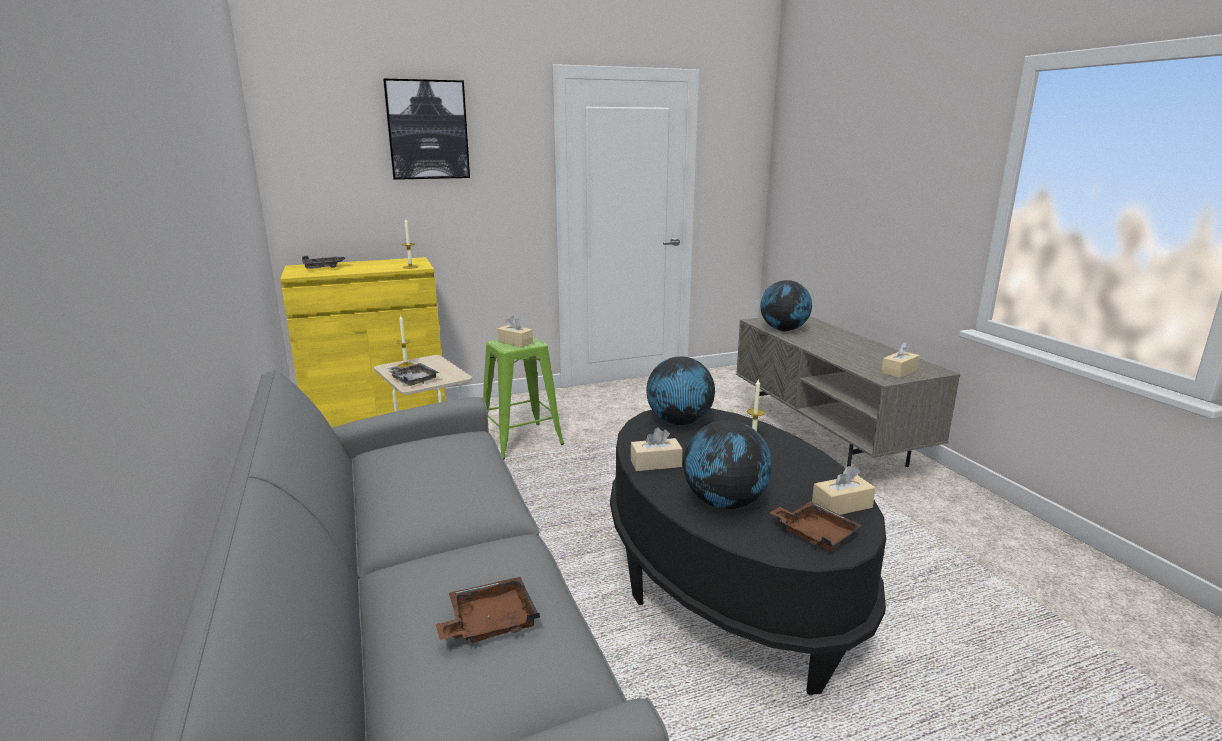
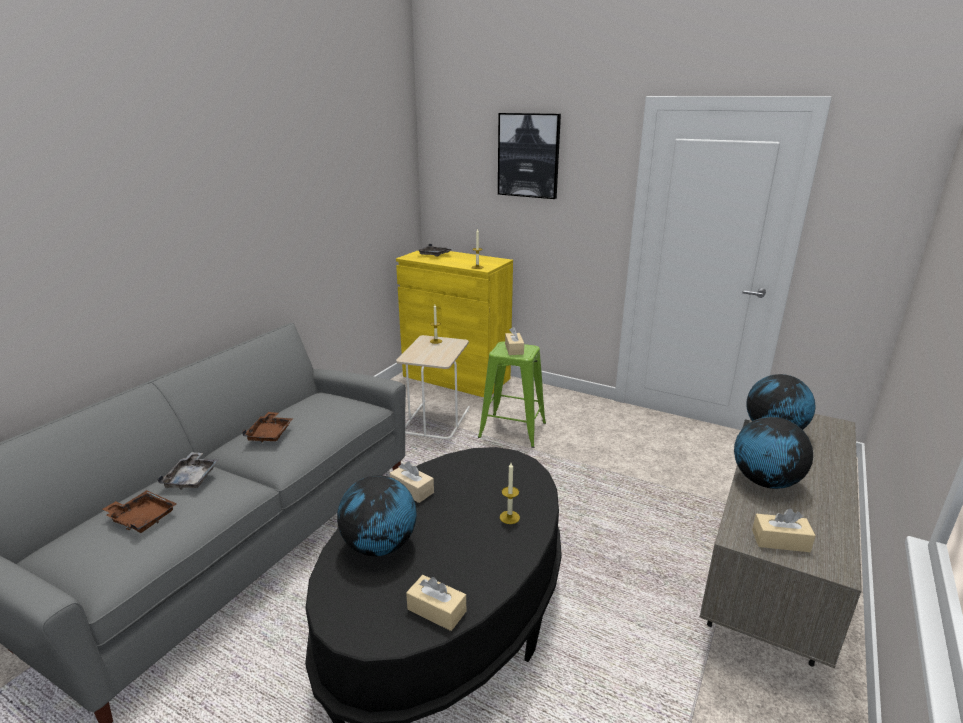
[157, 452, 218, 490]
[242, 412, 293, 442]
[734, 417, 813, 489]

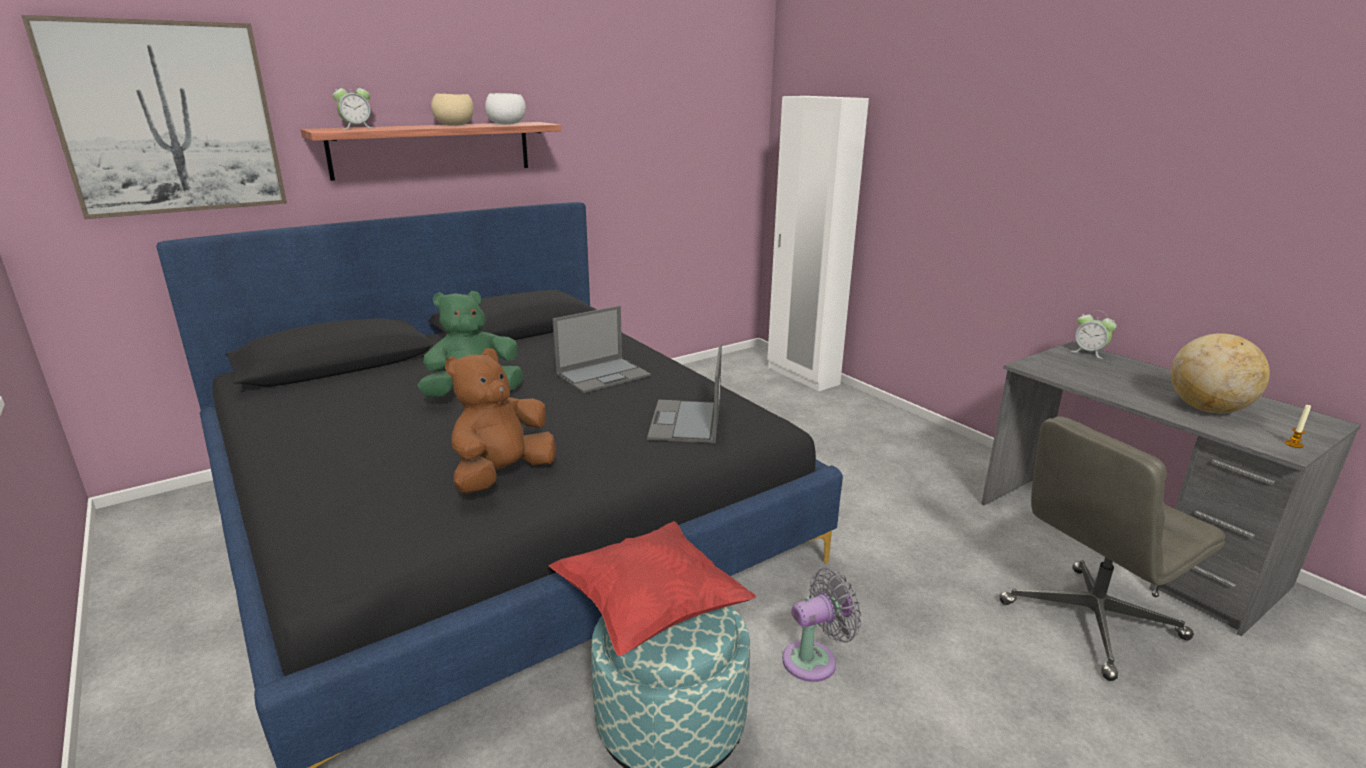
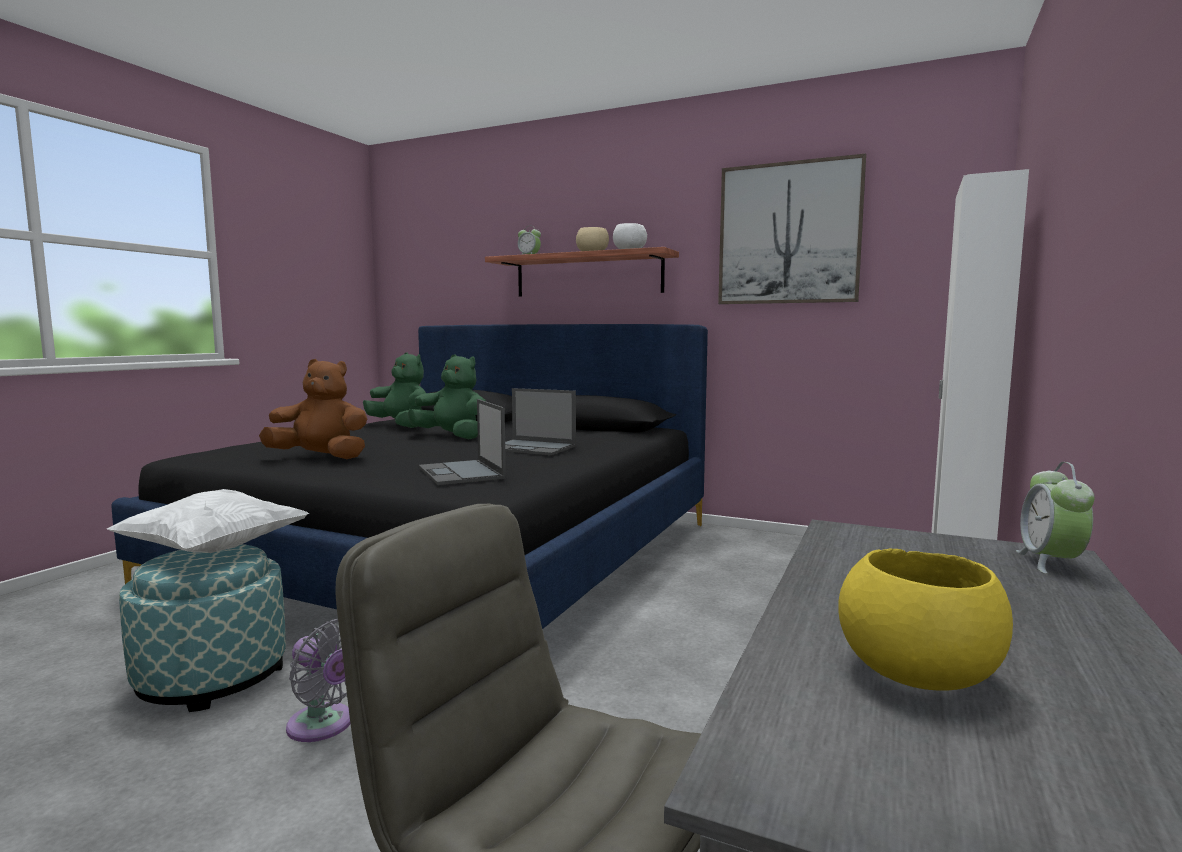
[107, 489, 309, 553]
[363, 352, 426, 428]
[419, 399, 506, 485]
[718, 153, 866, 304]
[838, 548, 1013, 691]
[1285, 405, 1311, 448] (first image)

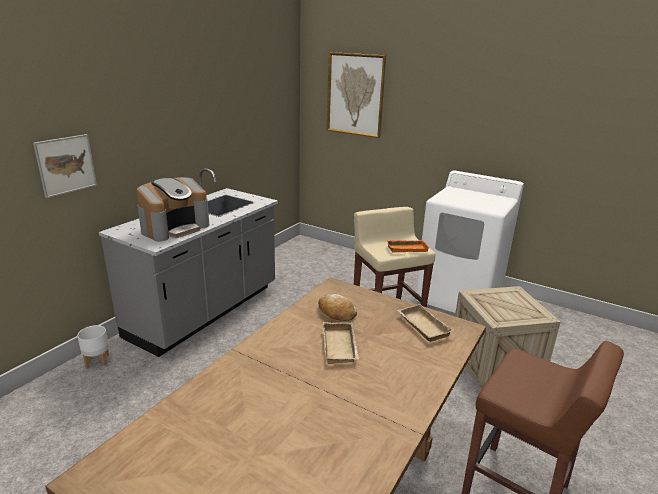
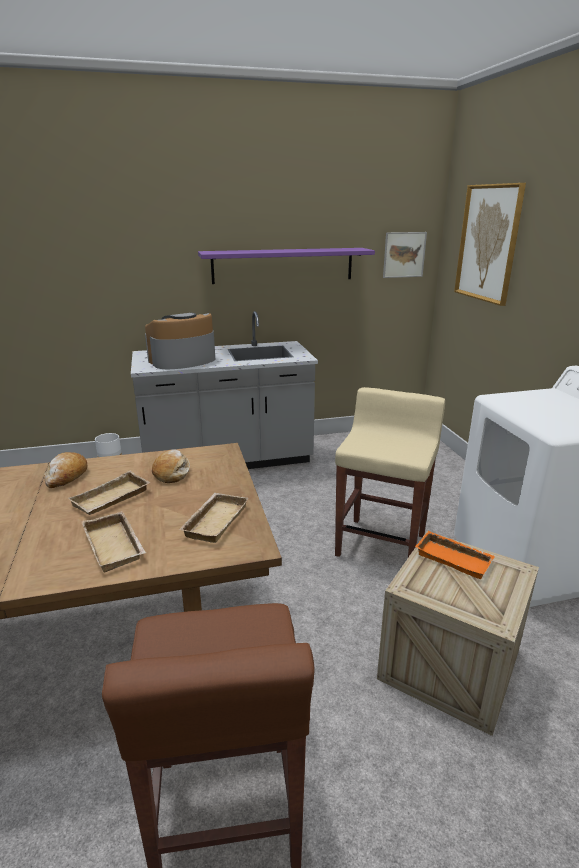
[44, 452, 87, 488]
[82, 511, 146, 573]
[145, 313, 215, 370]
[198, 248, 375, 284]
[383, 232, 427, 278]
[415, 531, 495, 579]

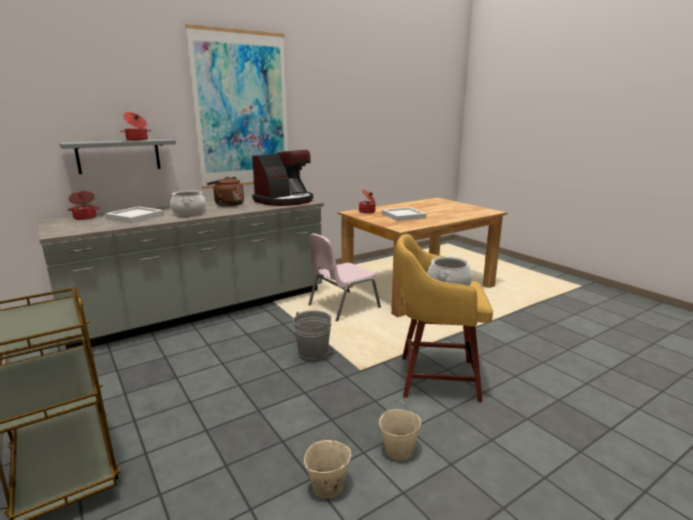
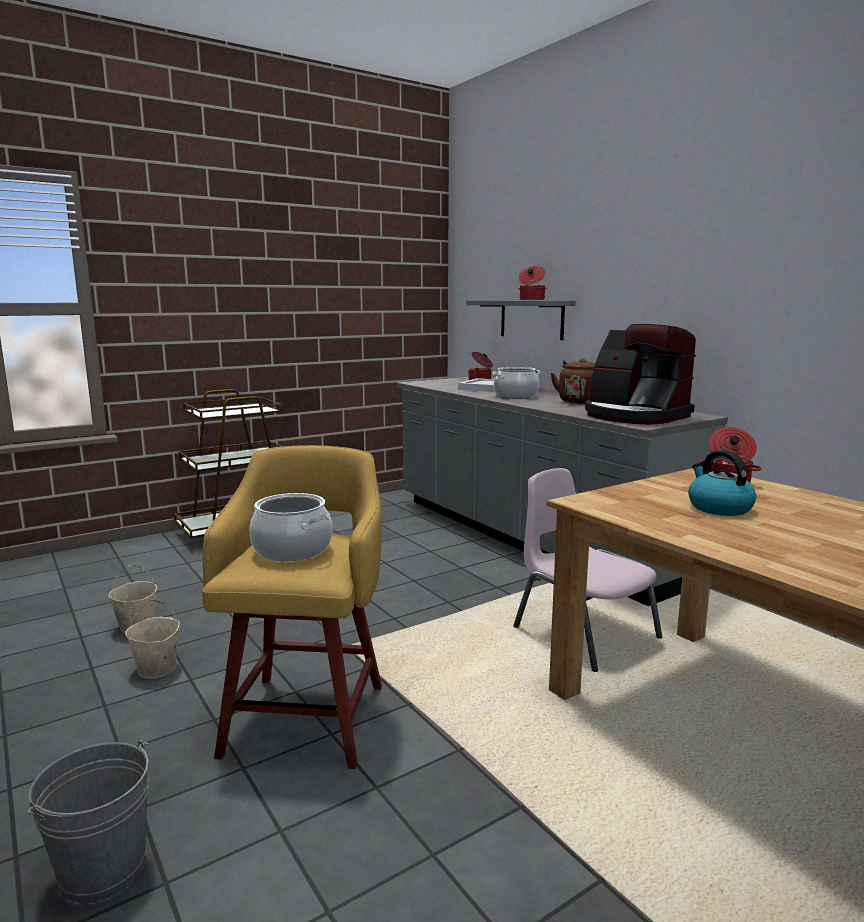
[28, 740, 150, 903]
[688, 450, 756, 516]
[186, 24, 288, 189] (first image)

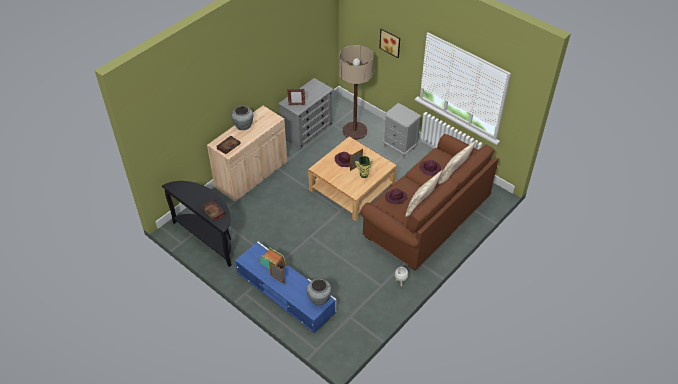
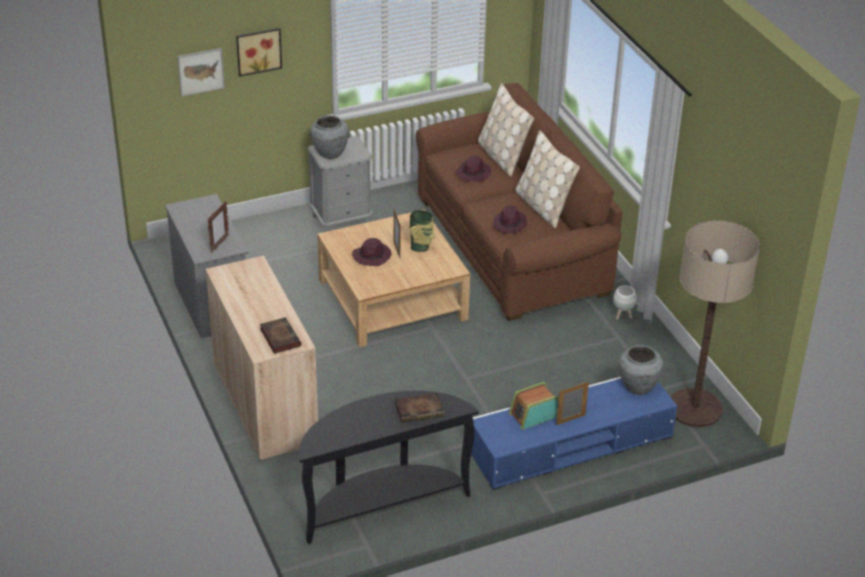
[177, 48, 225, 97]
[310, 115, 349, 159]
[671, 220, 760, 427]

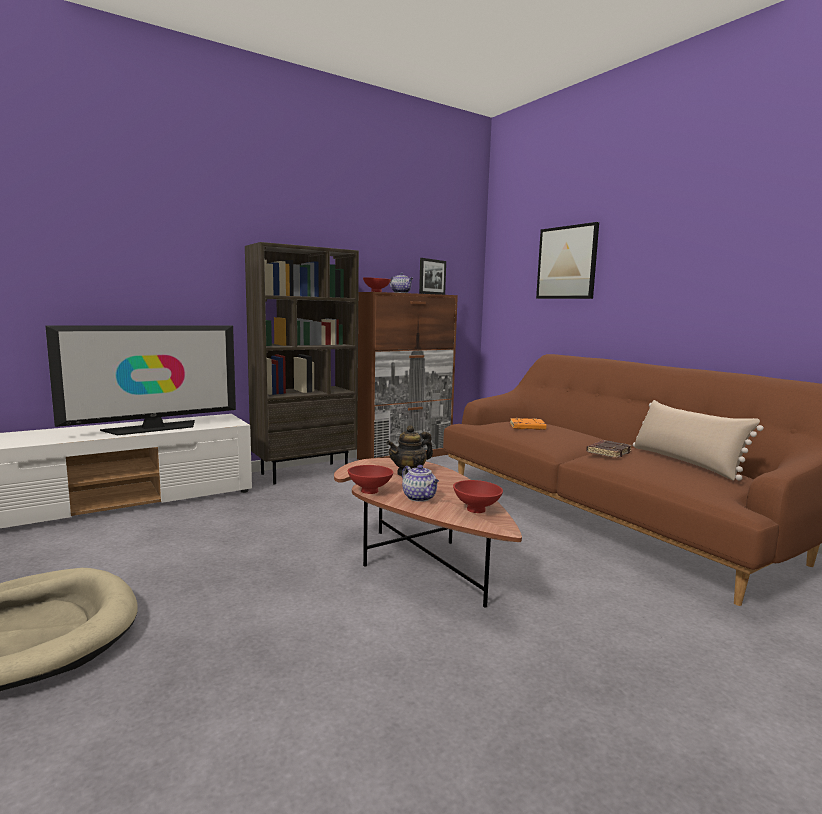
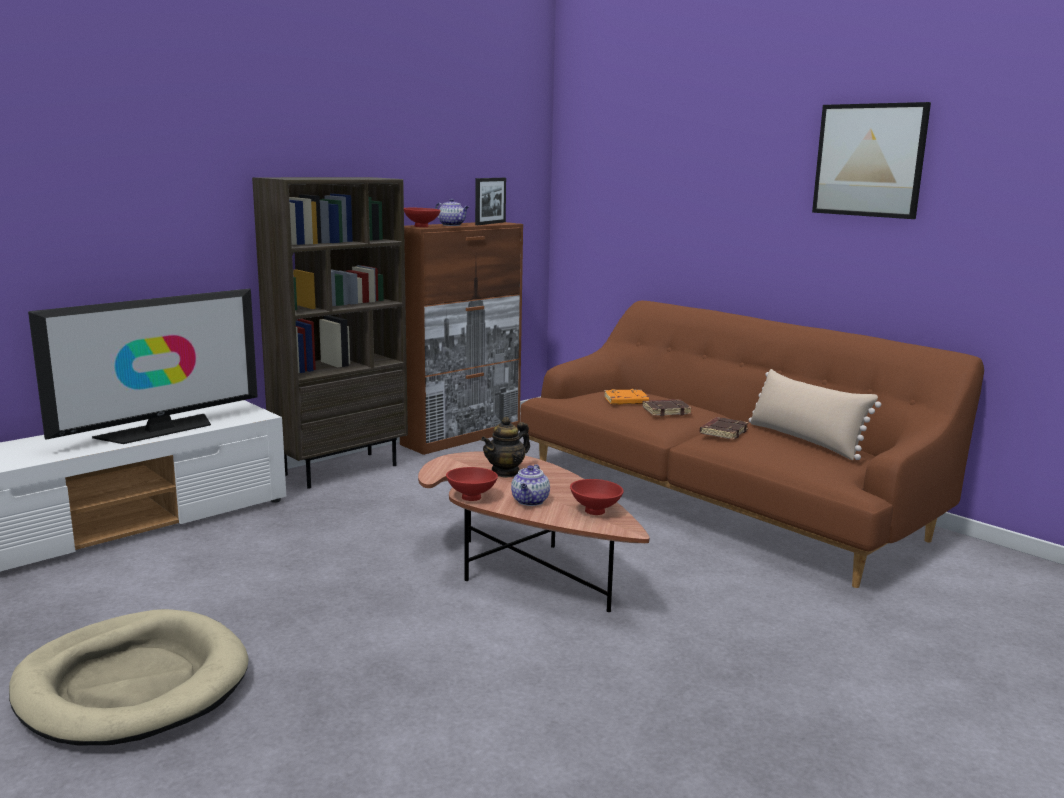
[511, 464, 550, 506]
[642, 399, 692, 416]
[812, 102, 931, 219]

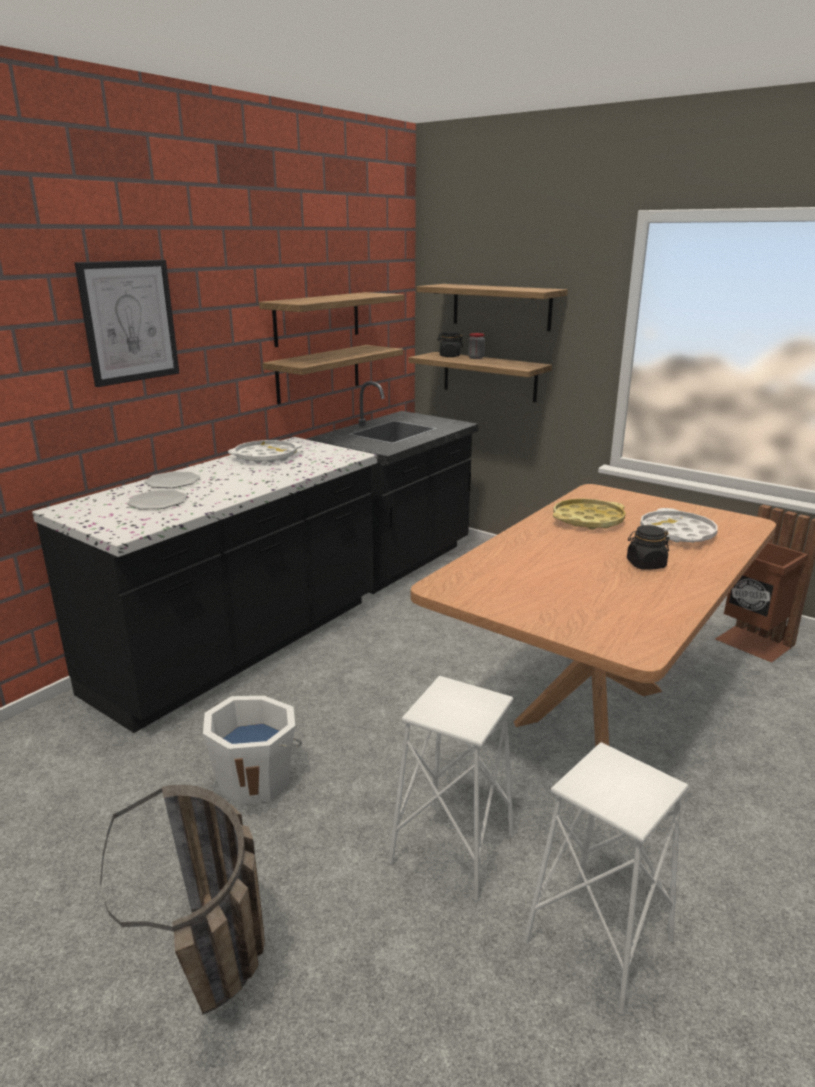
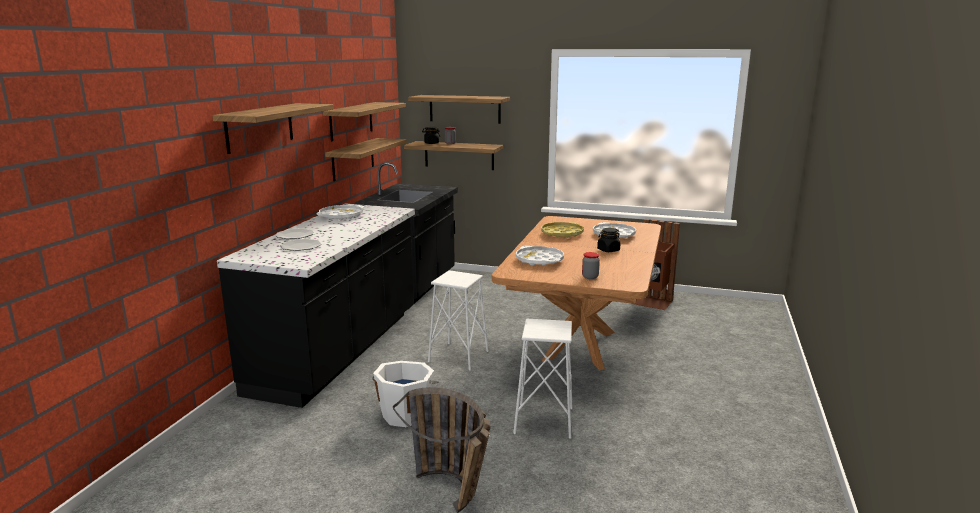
[212, 103, 334, 154]
[428, 270, 489, 371]
[516, 246, 564, 266]
[582, 252, 600, 279]

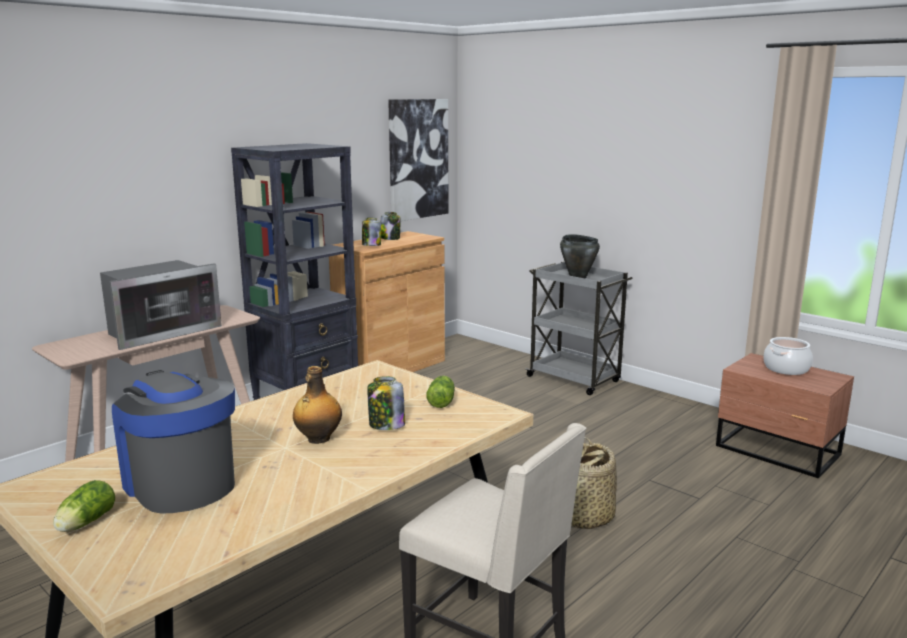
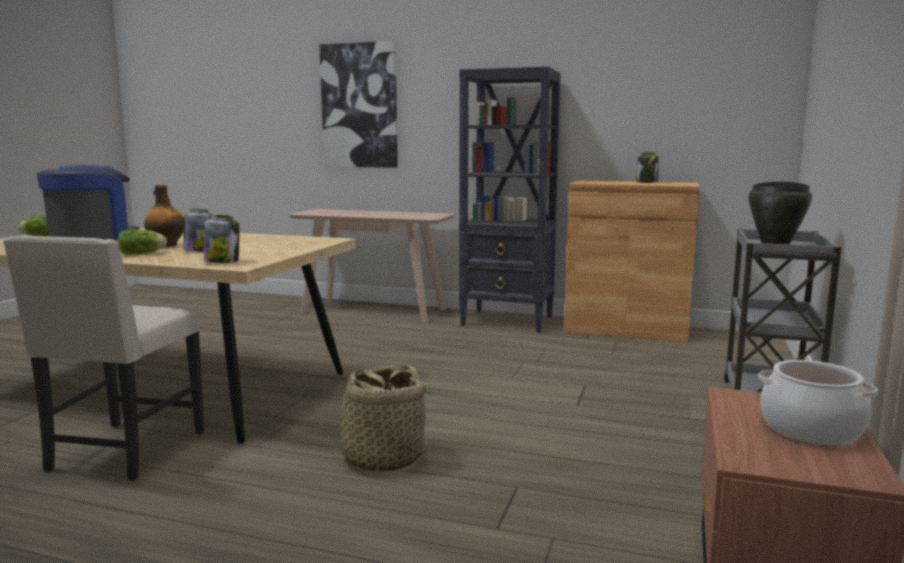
[118, 229, 167, 255]
[204, 215, 240, 263]
[319, 41, 398, 168]
[100, 260, 222, 350] (first image)

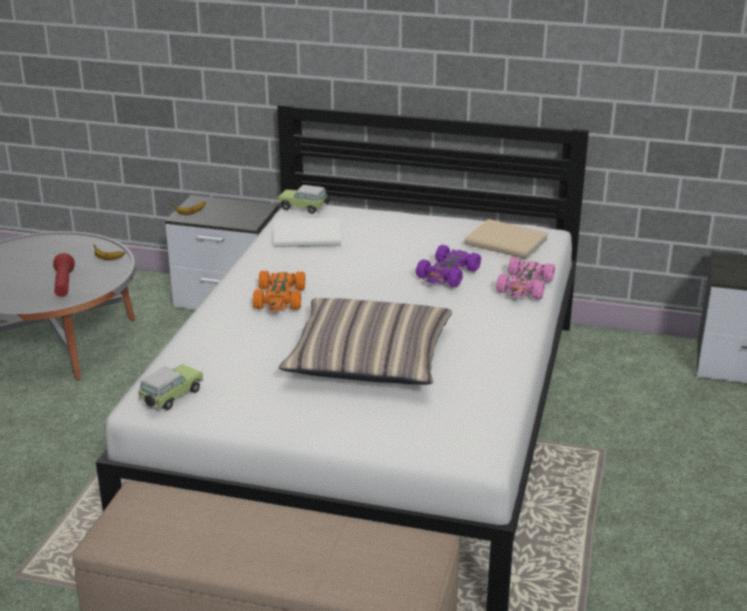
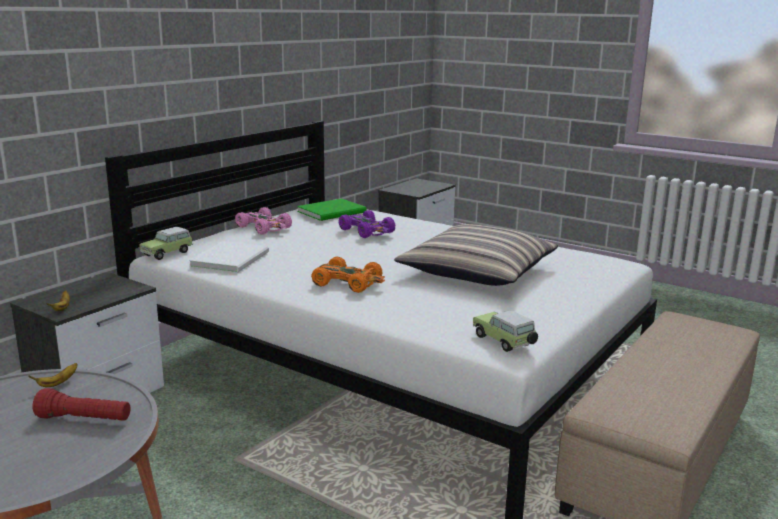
[235, 207, 292, 234]
[297, 198, 367, 221]

